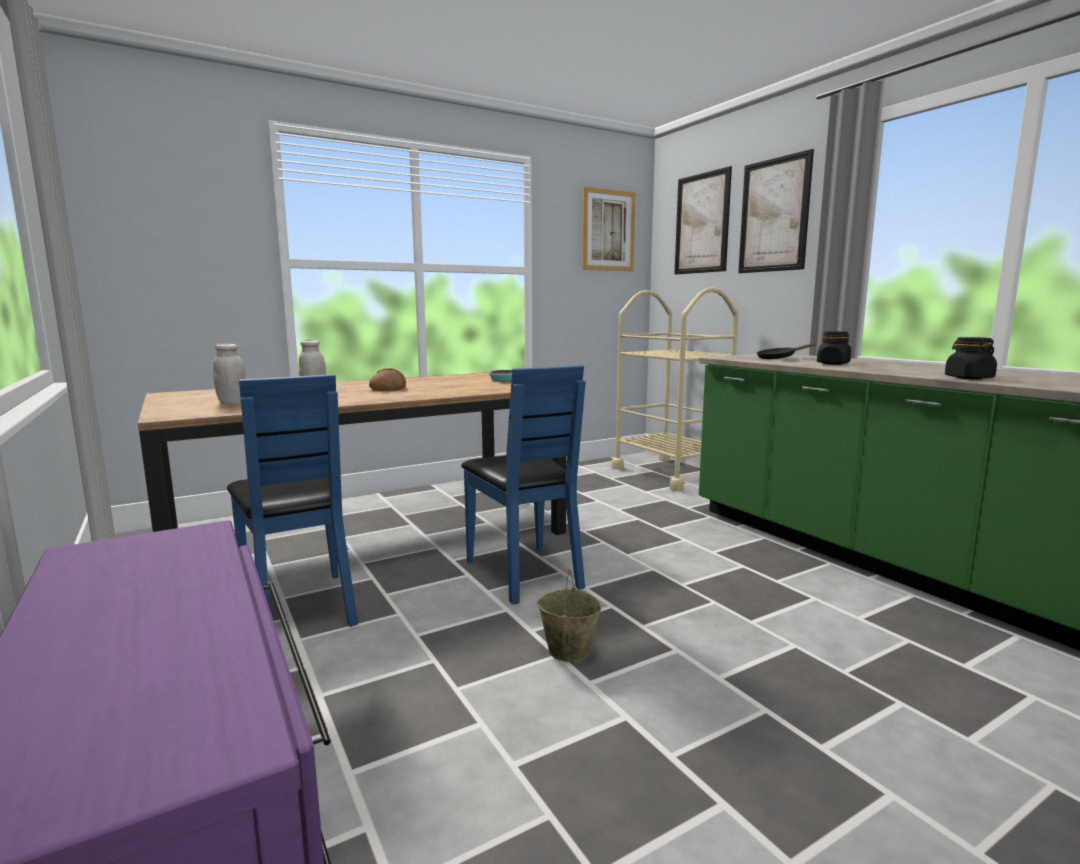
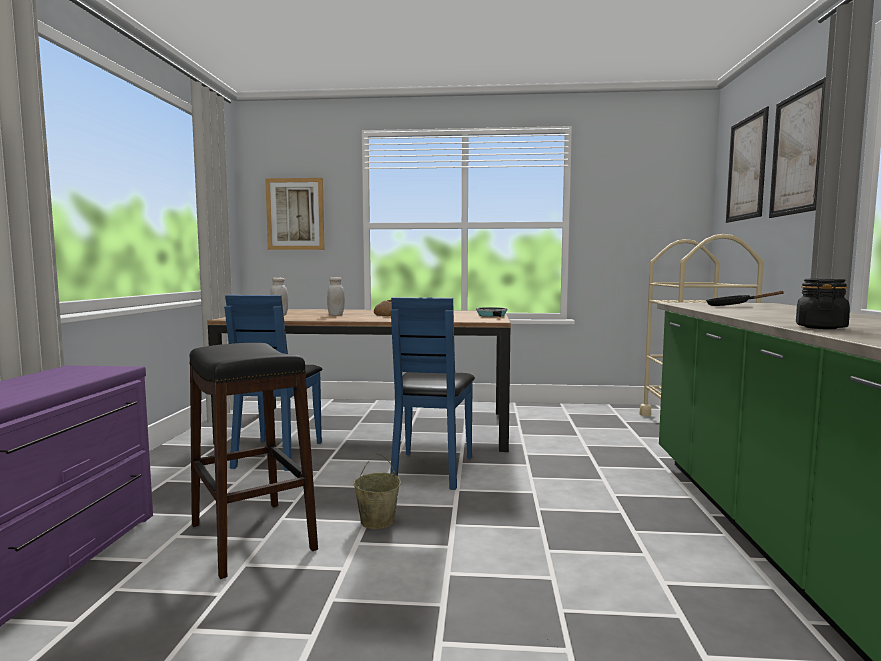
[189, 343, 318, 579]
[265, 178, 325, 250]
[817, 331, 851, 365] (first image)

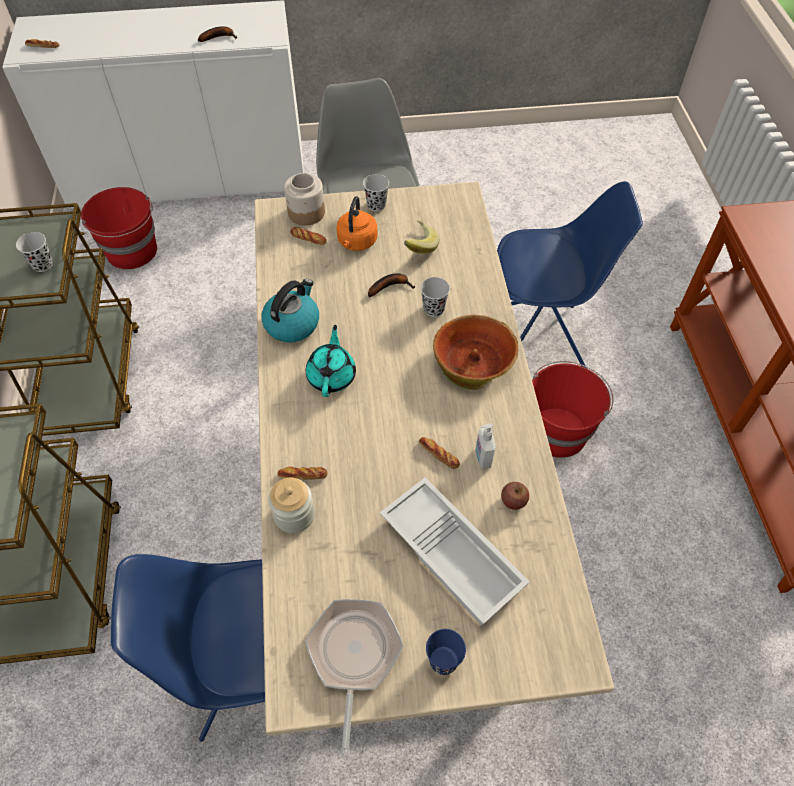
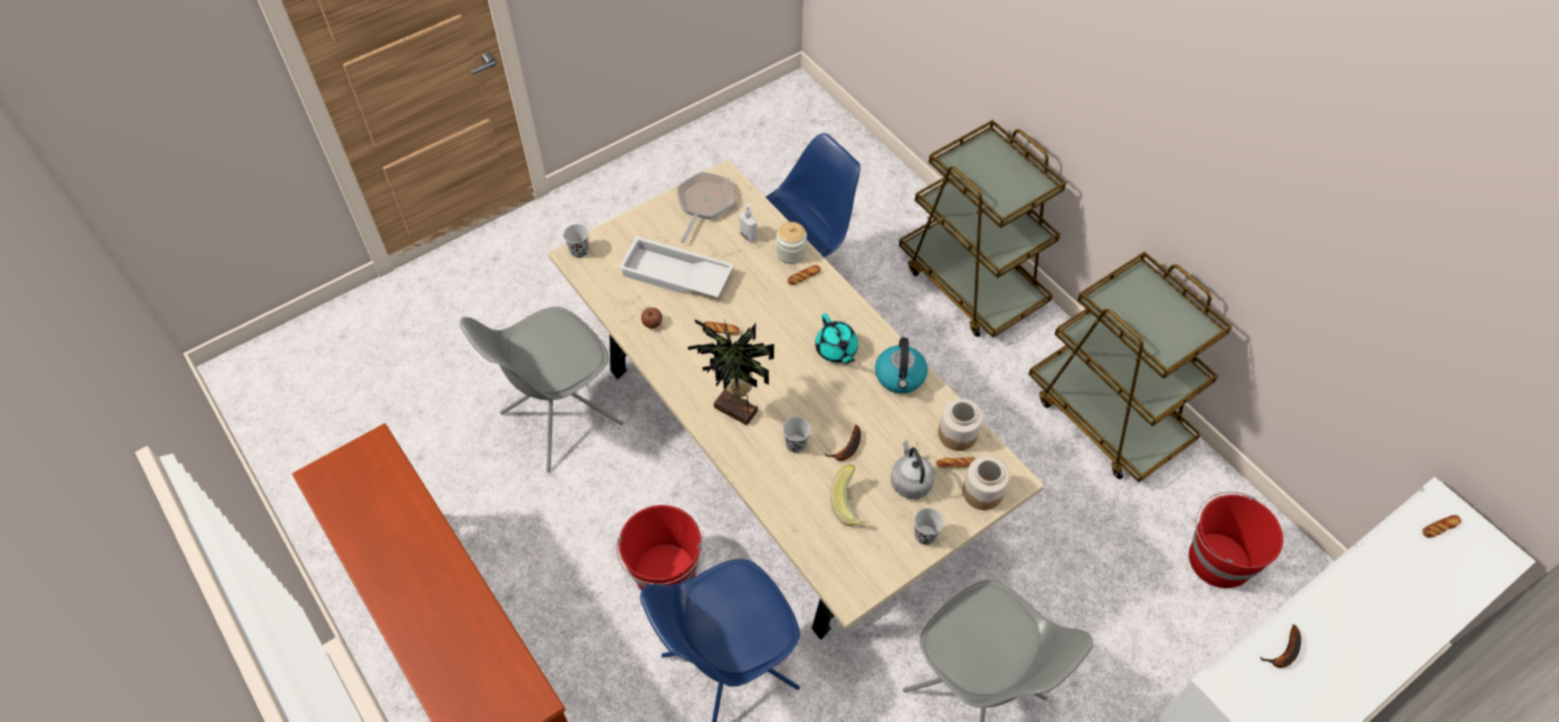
[460, 307, 624, 472]
[563, 224, 589, 258]
[677, 172, 735, 243]
[688, 319, 774, 425]
[739, 202, 757, 243]
[891, 440, 935, 499]
[938, 399, 983, 451]
[426, 629, 466, 675] (first image)

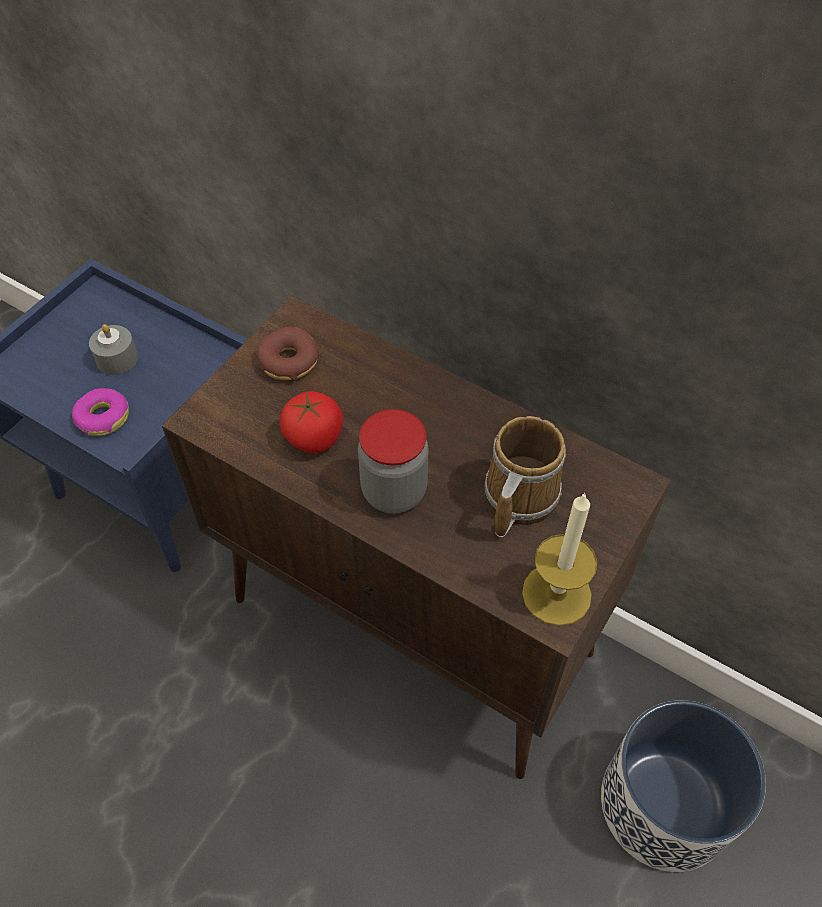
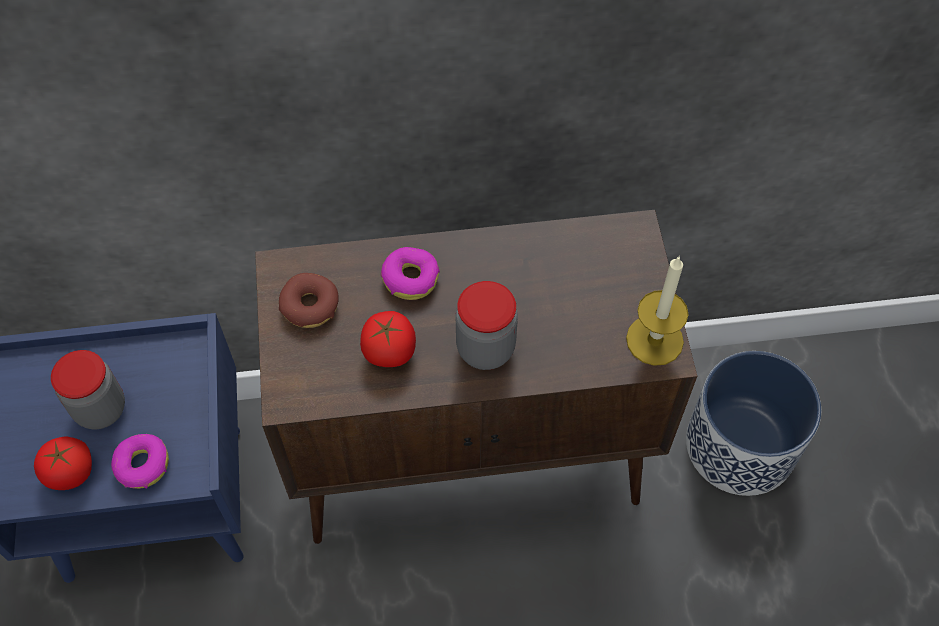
[34, 437, 92, 490]
[51, 350, 125, 429]
[381, 247, 440, 300]
[484, 416, 566, 537] (first image)

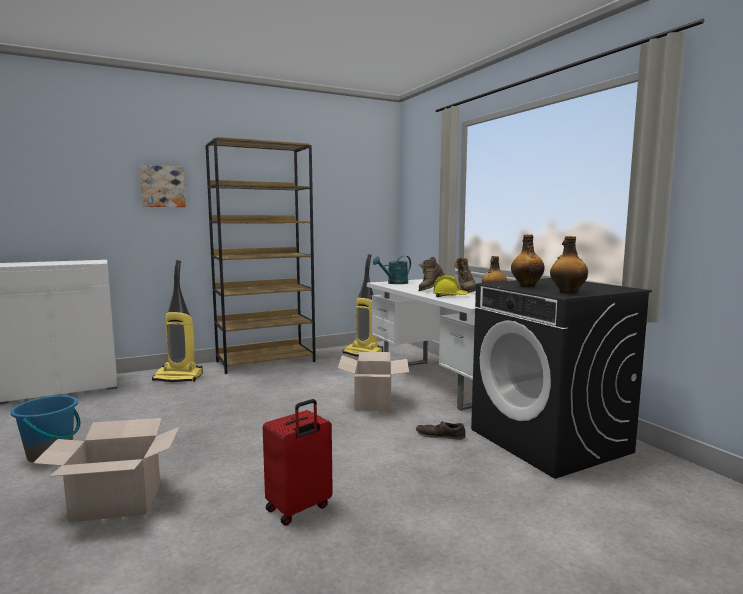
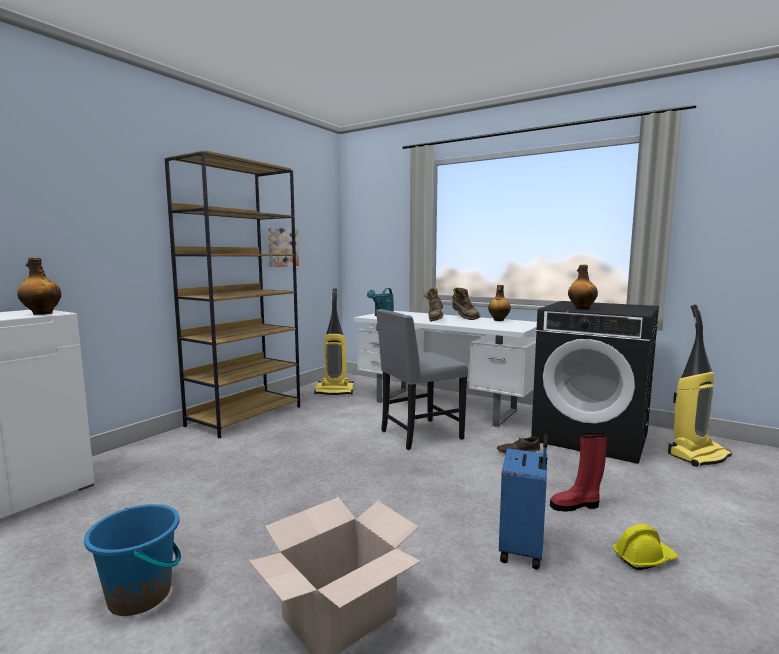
[17, 257, 61, 315]
[268, 227, 299, 267]
[376, 309, 468, 450]
[499, 434, 548, 570]
[550, 433, 607, 512]
[613, 524, 678, 570]
[668, 305, 732, 467]

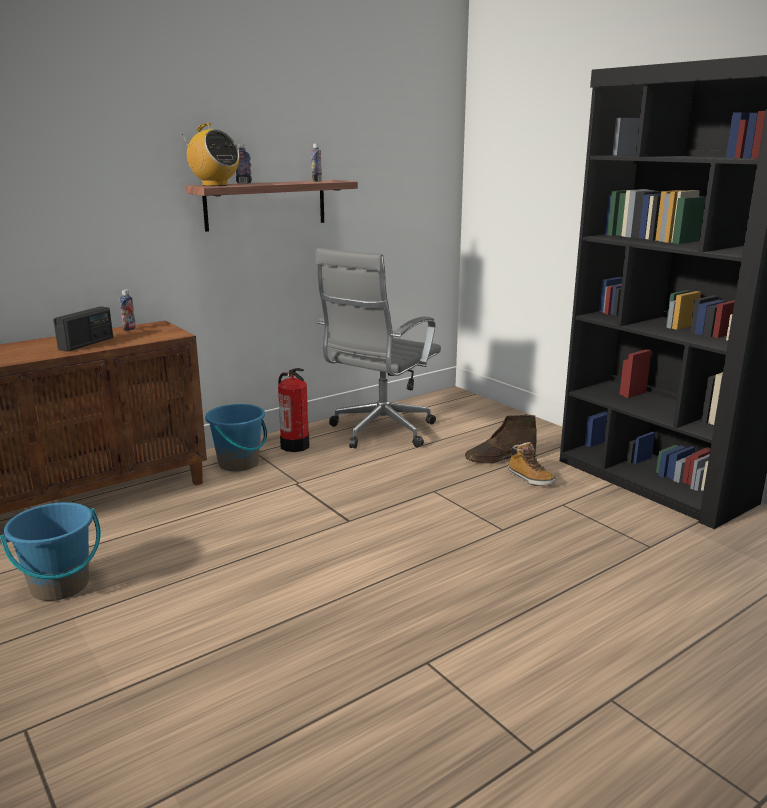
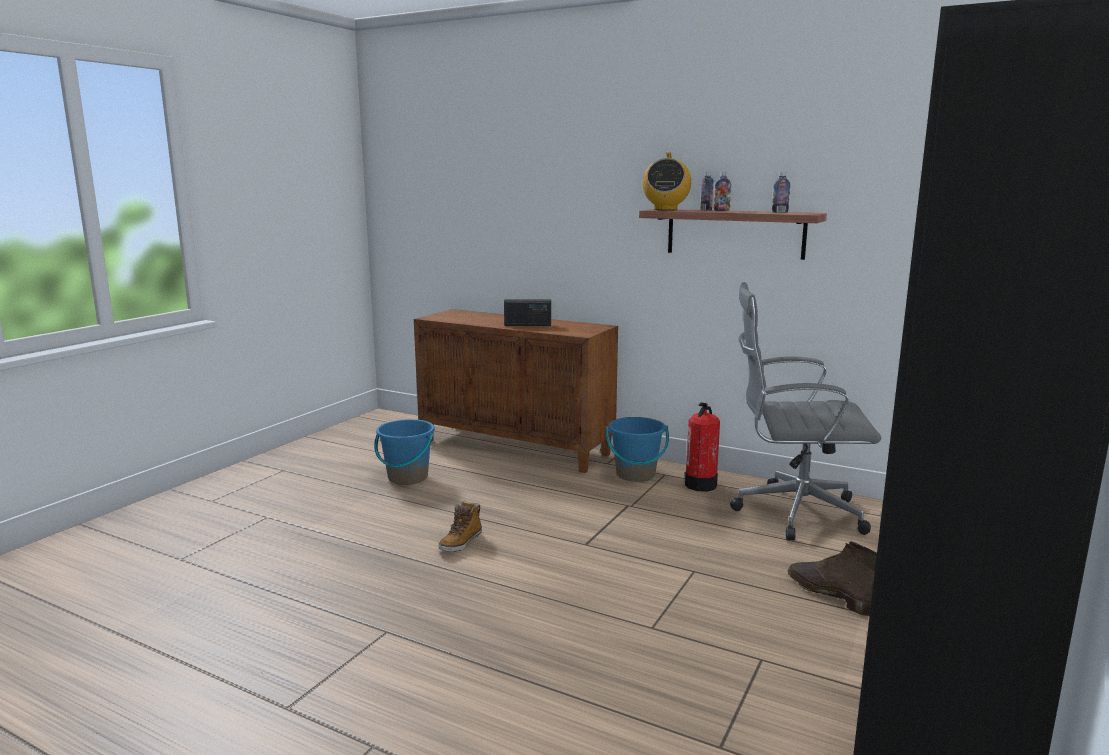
[438, 500, 482, 552]
[714, 172, 731, 211]

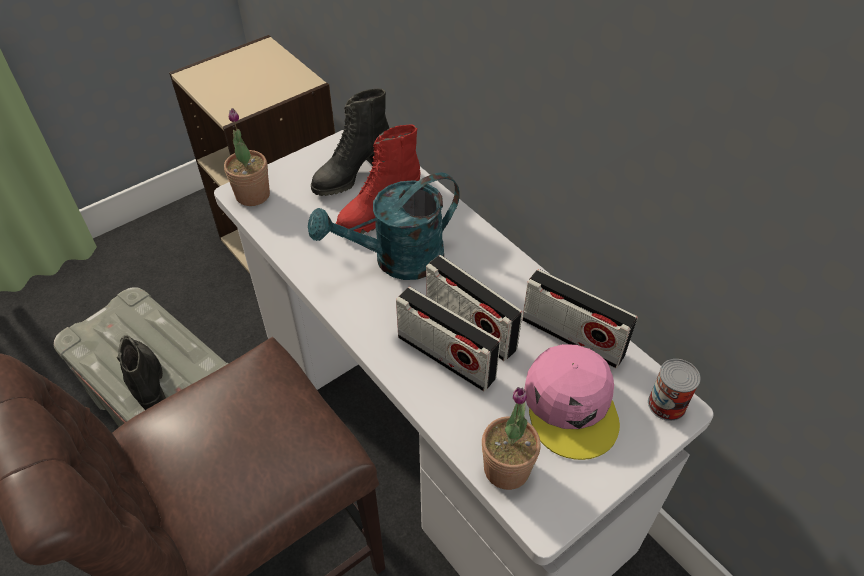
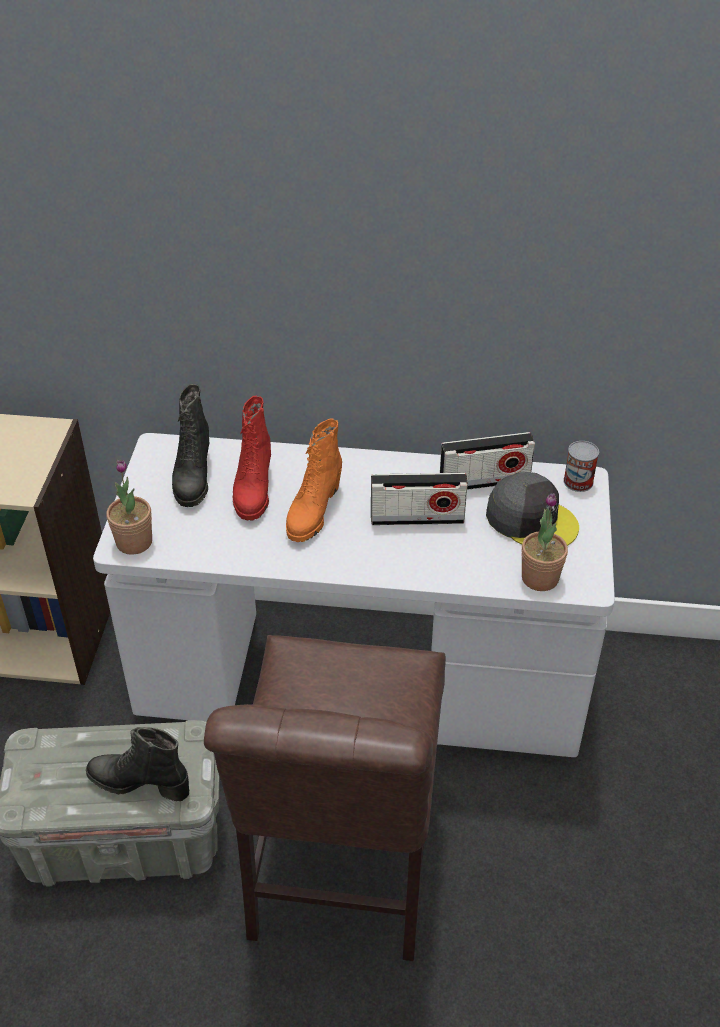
[286, 418, 342, 542]
[486, 472, 579, 546]
[396, 287, 501, 391] (first image)

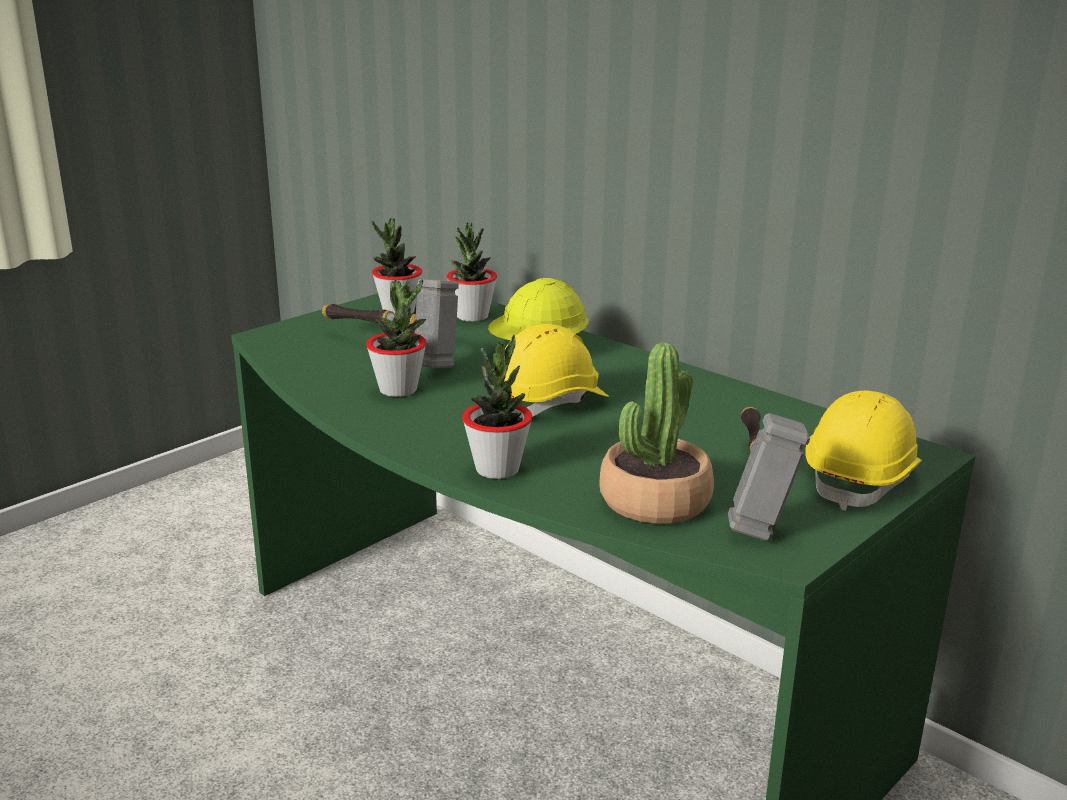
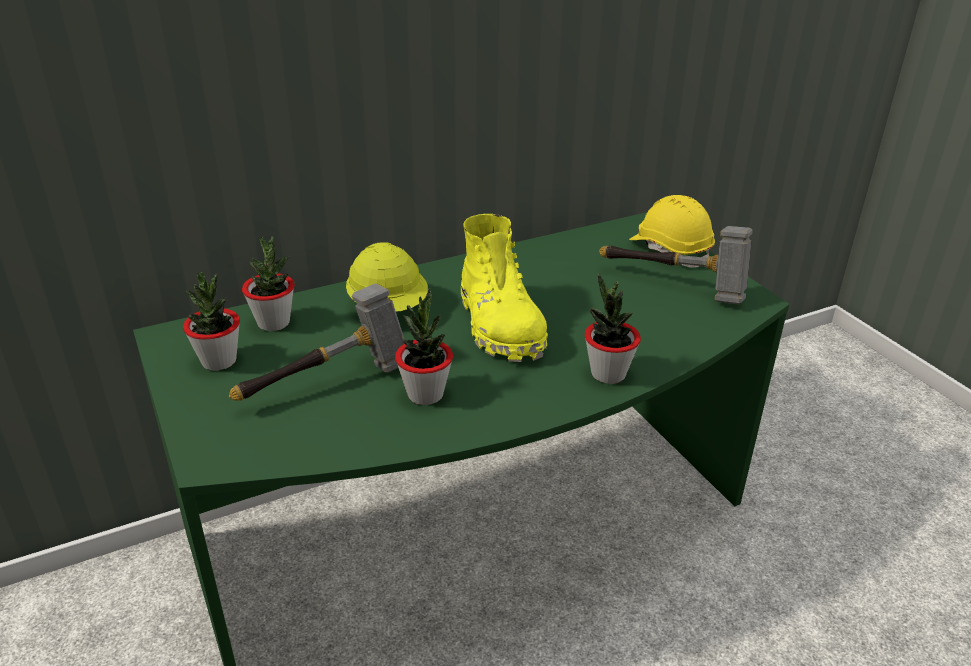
[461, 214, 548, 362]
[599, 342, 714, 524] (first image)

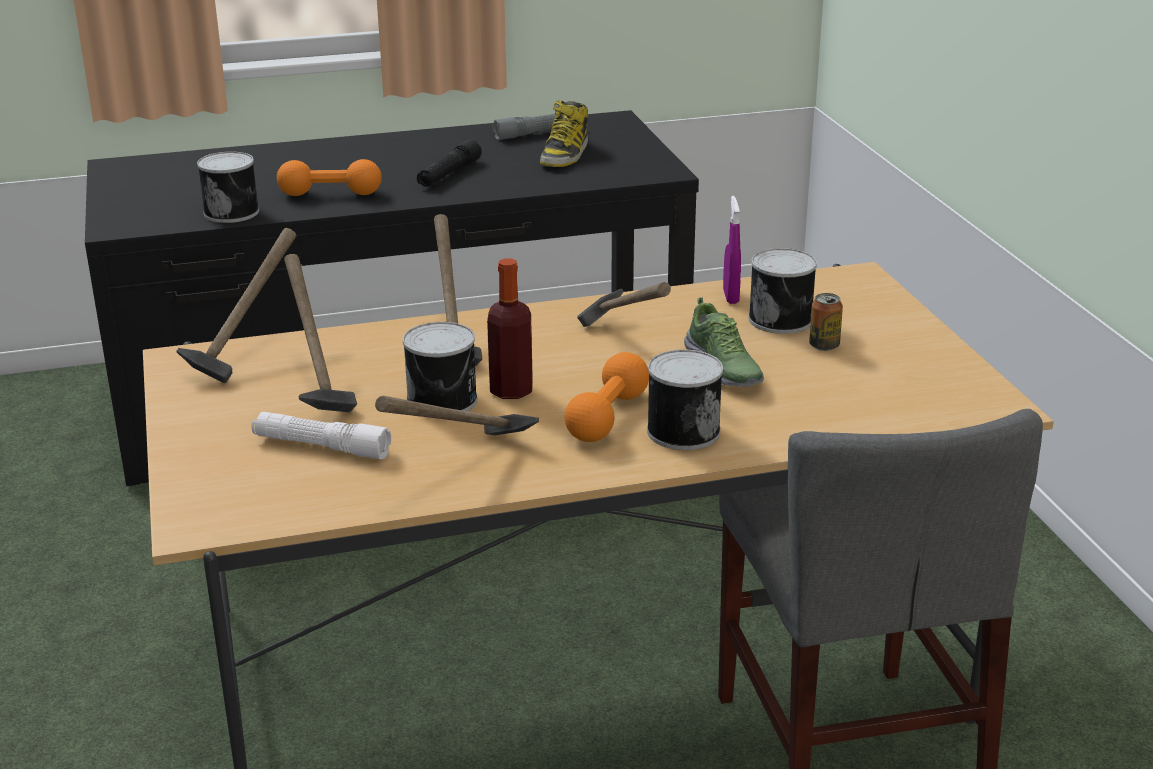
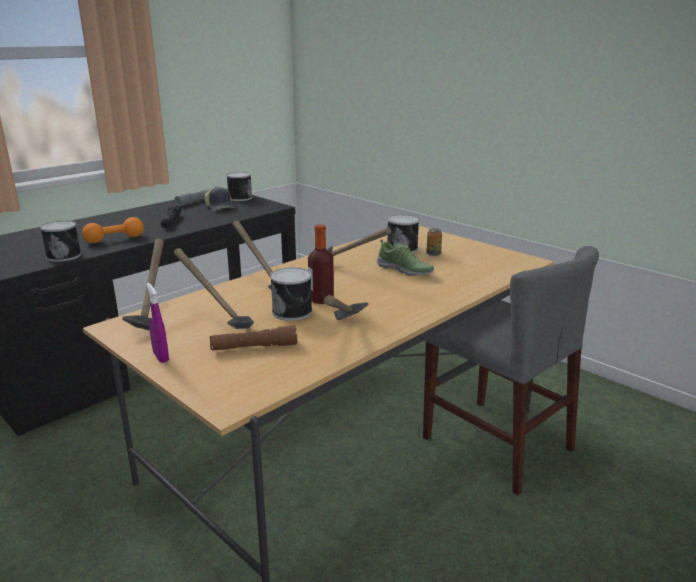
[147, 283, 169, 363]
[205, 186, 235, 211]
[210, 326, 297, 350]
[226, 172, 252, 201]
[565, 352, 649, 442] (first image)

